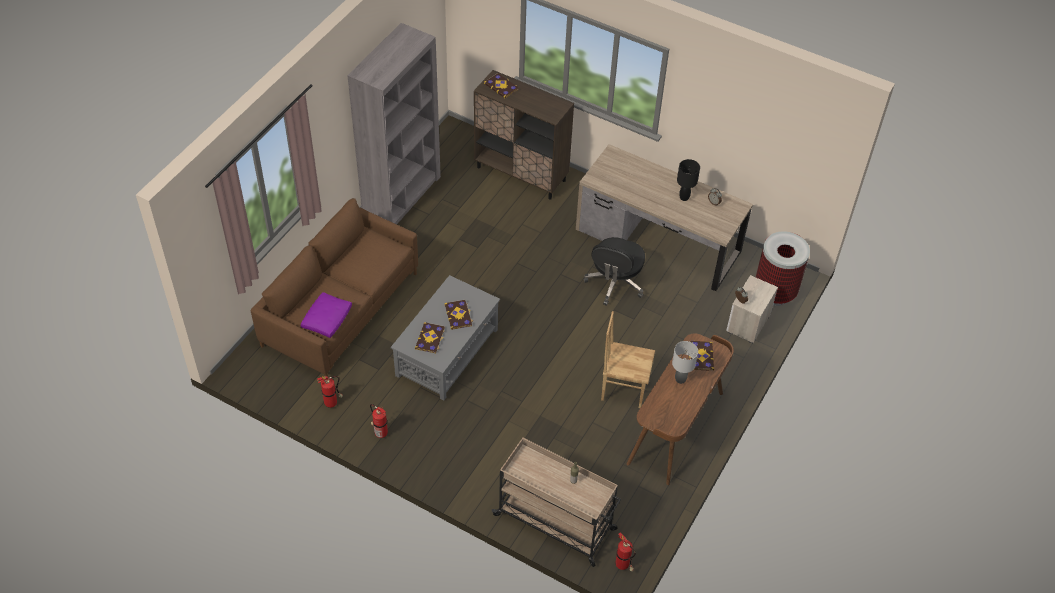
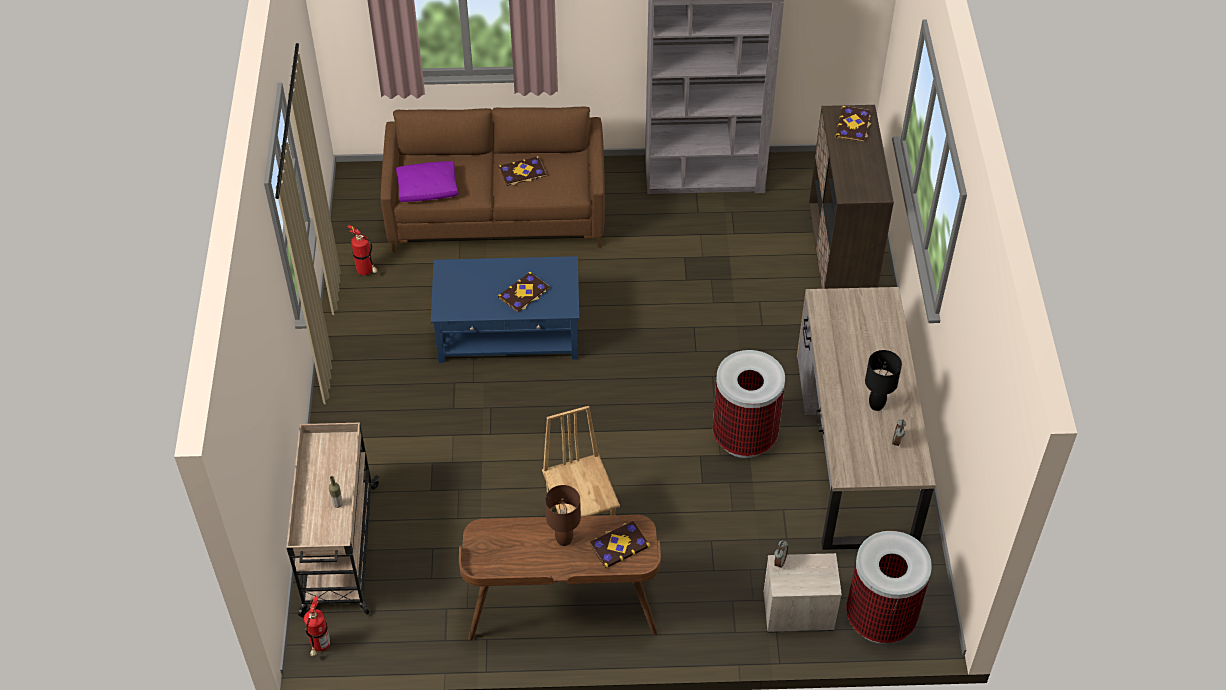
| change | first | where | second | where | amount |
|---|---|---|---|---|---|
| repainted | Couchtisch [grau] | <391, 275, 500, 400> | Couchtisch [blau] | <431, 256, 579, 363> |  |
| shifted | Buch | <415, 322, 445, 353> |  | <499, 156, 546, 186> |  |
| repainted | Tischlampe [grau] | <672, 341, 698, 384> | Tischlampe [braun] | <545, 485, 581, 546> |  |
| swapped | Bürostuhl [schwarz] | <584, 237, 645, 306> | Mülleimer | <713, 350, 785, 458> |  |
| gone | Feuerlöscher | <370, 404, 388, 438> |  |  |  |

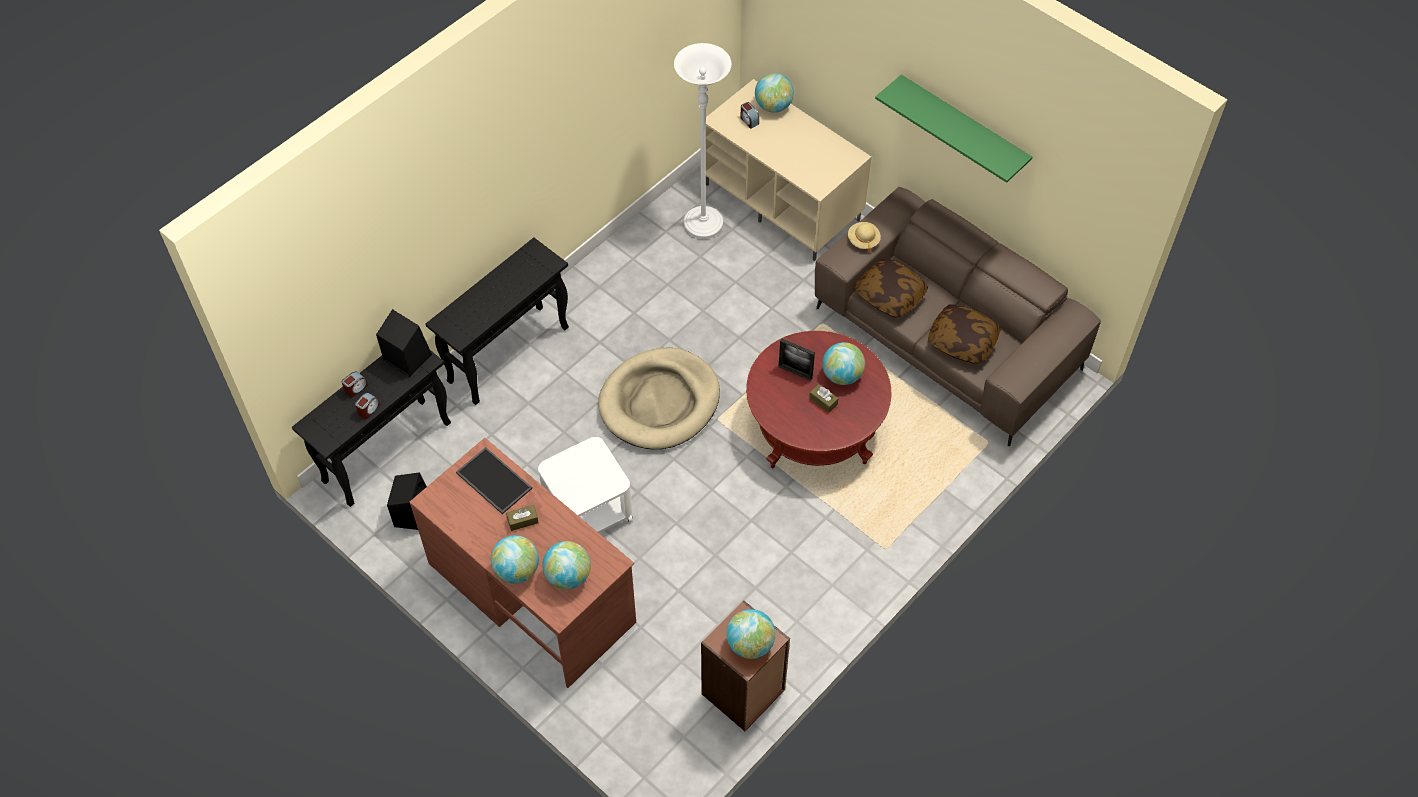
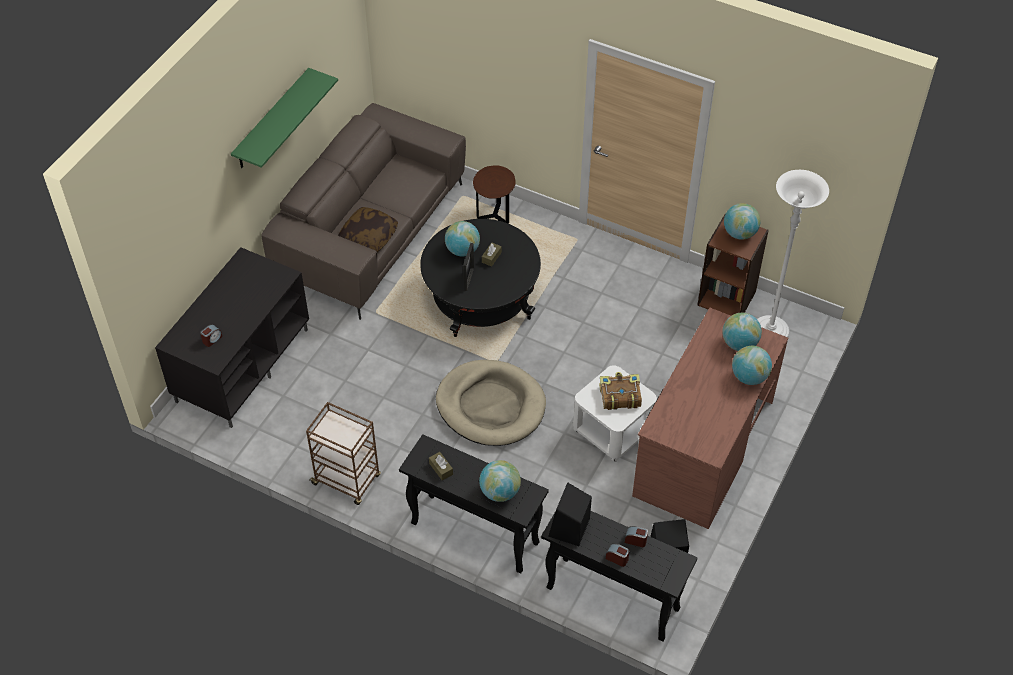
| change | first | where | second | where | amount |
|---|---|---|---|---|---|
| repainted | Fernsehschrank [beige] | <706, 79, 871, 261> | Fernsehschrank [schwarz] | <155, 247, 309, 428> |  |
| new |  |  | Rollwagen [braun] | <306, 402, 381, 505> |  |
| repainted | Couchtisch [rot] | <746, 331, 891, 468> | Couchtisch [schwarz] | <420, 219, 541, 337> |  |
| shifted | Taschentuchbox [braun] | <506, 505, 539, 531> |  | <429, 452, 453, 481> |  |
| new |  |  | Beistelltisch [braun] | <473, 165, 516, 223> |  |
| shifted | Globus | <755, 73, 794, 113> |  | <479, 460, 521, 502> |  |
| new |  |  | Buch | <599, 372, 642, 410> |  |
| shifted | Stehlampe [weiß] | <674, 43, 731, 239> |  | <757, 170, 829, 337> |  |
| gone | Tablett | <456, 447, 532, 514> |  |  |  |
| gone | Hut [beige] | <848, 222, 881, 253> |  |  |  |
| gone | Kissen | <928, 304, 1000, 364> |  |  |  |

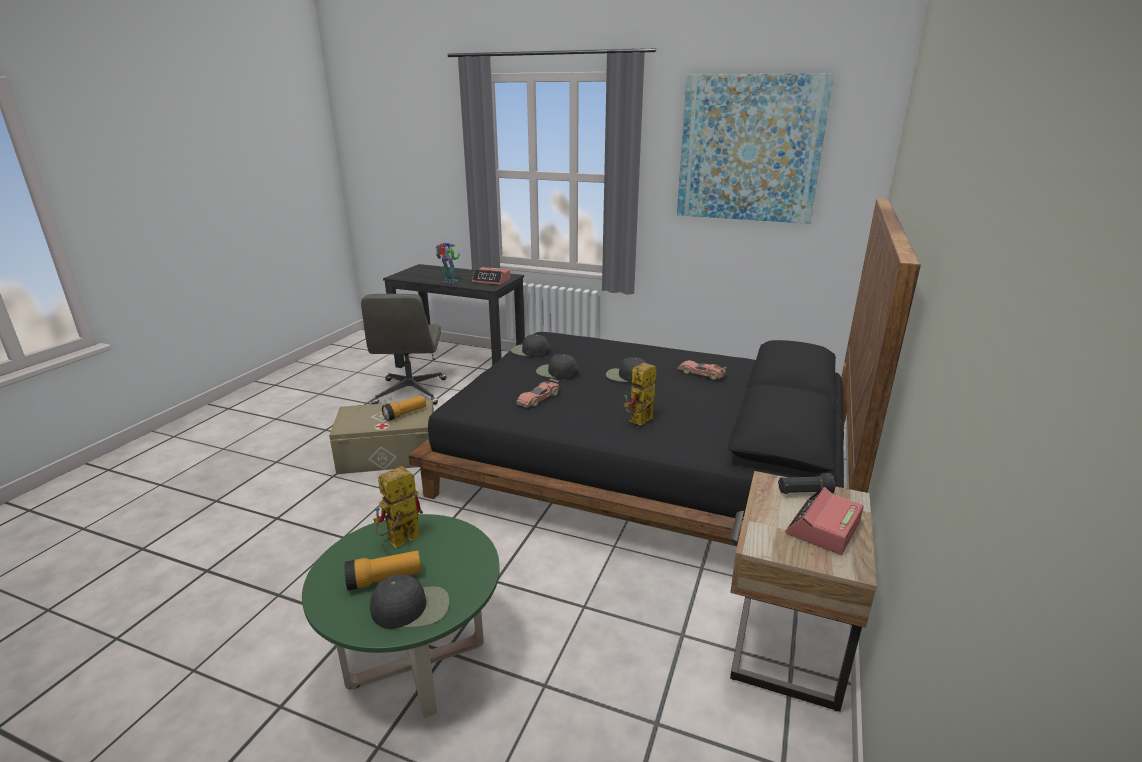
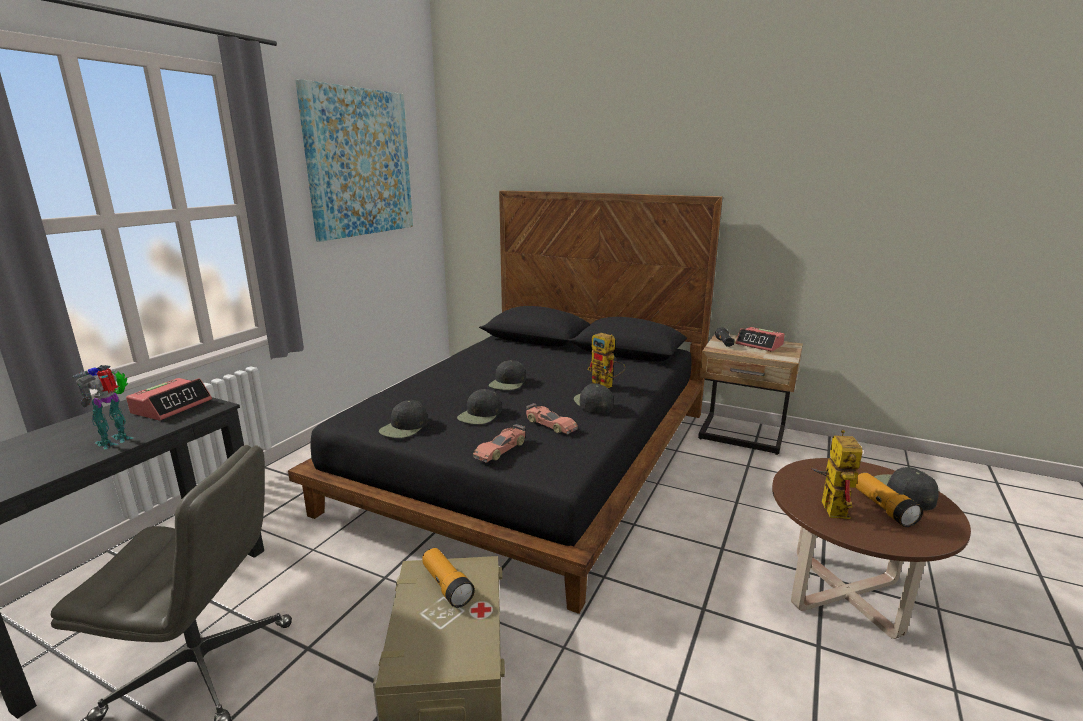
| change | first | where | second | where | amount |
|---|---|---|---|---|---|
| shifted | Spielzeugauto | <678, 360, 727, 380> |  | <473, 424, 525, 463> |  |
| new |  |  | Kappe [schwarz] | <574, 383, 613, 414> |  |
| repainted | Couchtisch [grün] | <302, 514, 500, 719> | Couchtisch [braun] | <772, 458, 971, 639> |  |
| rotated | Spielzeugroboter | <373, 466, 423, 548> |  | <810, 430, 862, 519> | 135 degrees counterclockwise |

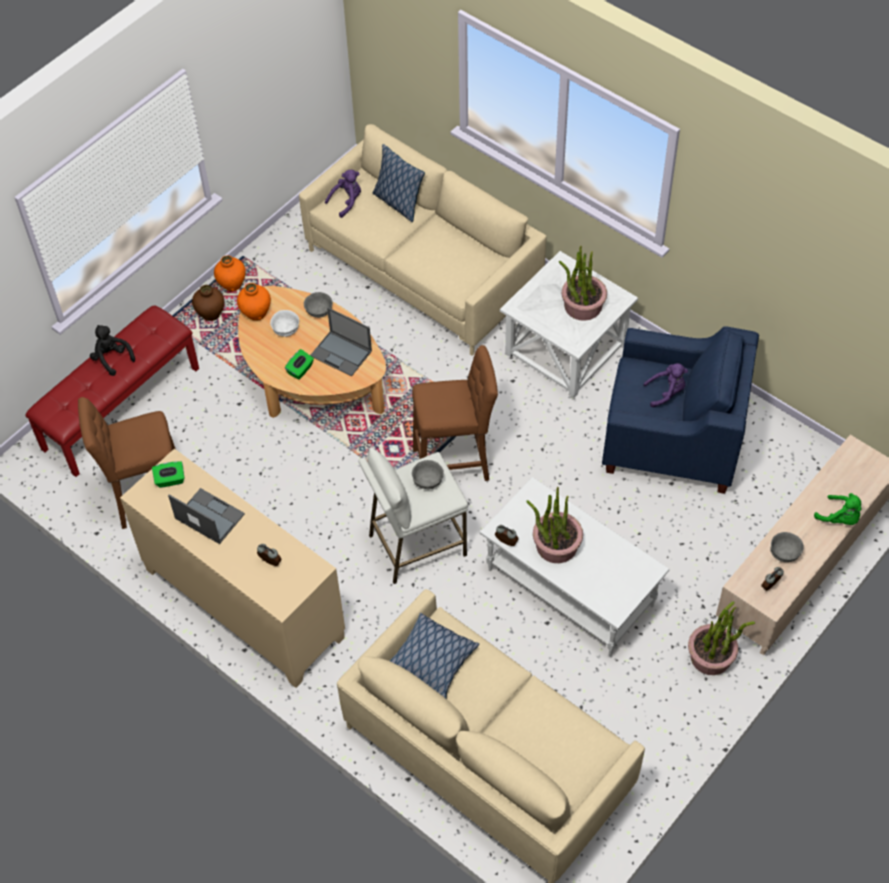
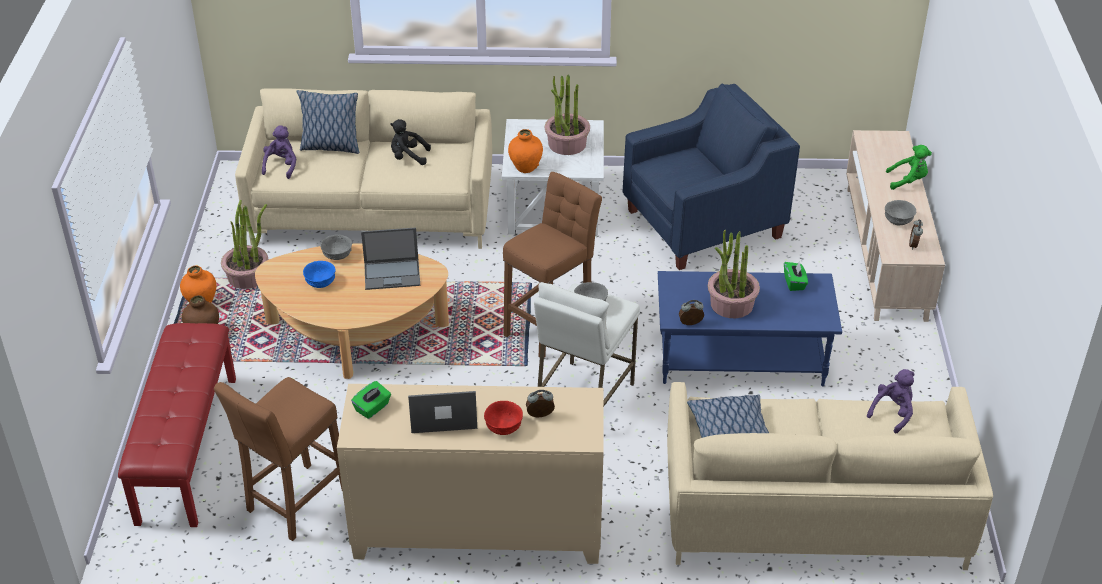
| change | first | where | second | where | amount |
|---|---|---|---|---|---|
| shifted | Topfpflanze | <688, 601, 755, 675> |  | <221, 200, 268, 289> |  |
| repainted | Schüssel [weiß] | <270, 310, 299, 337> | Schüssel [blau] | <303, 261, 336, 288> |  |
| shifted | Plüschtier [schwarz] | <90, 325, 135, 376> |  | <390, 119, 431, 165> |  |
| new |  |  | Schüssel [rot] | <484, 401, 523, 435> |  |
| shifted | Vase [orange] | <237, 283, 271, 321> |  | <508, 129, 543, 173> |  |
| repainted | Couchtisch [weiß] | <480, 477, 669, 656> | Couchtisch [blau] | <658, 271, 842, 387> |  |
| shifted | Taschentuchbox [grün] | <285, 349, 314, 380> |  | <784, 262, 808, 291> |  |
| shifted | Plüschtier [lila] | <644, 363, 688, 407> |  | <867, 369, 914, 434> |  |

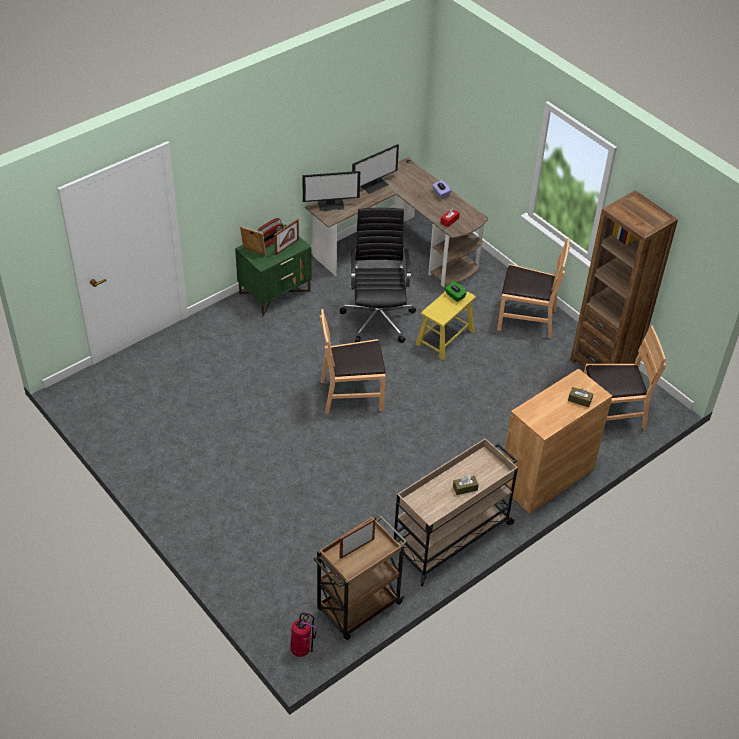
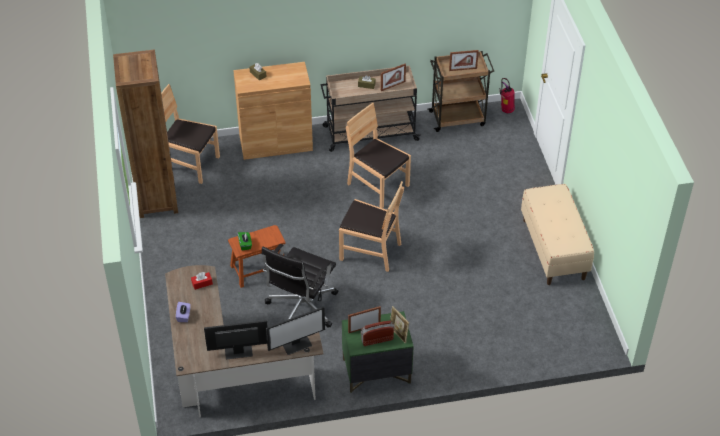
| change | first | where | second | where | amount |
|---|---|---|---|---|---|
| repainted | Hocker [gelb] | <416, 291, 476, 360> | Hocker [braun] | <228, 225, 286, 288> |  |
| rotated | Monitor | <302, 171, 360, 211> |  | <266, 307, 325, 355> | 135 degrees clockwise |
| shifted | Stuhl [braun] | <497, 238, 570, 338> |  | <346, 103, 411, 208> |  |
| new |  |  | Bilderrahmen | <381, 64, 406, 91> |  |
| new |  |  | Bank [beige] | <521, 184, 594, 285> |  |

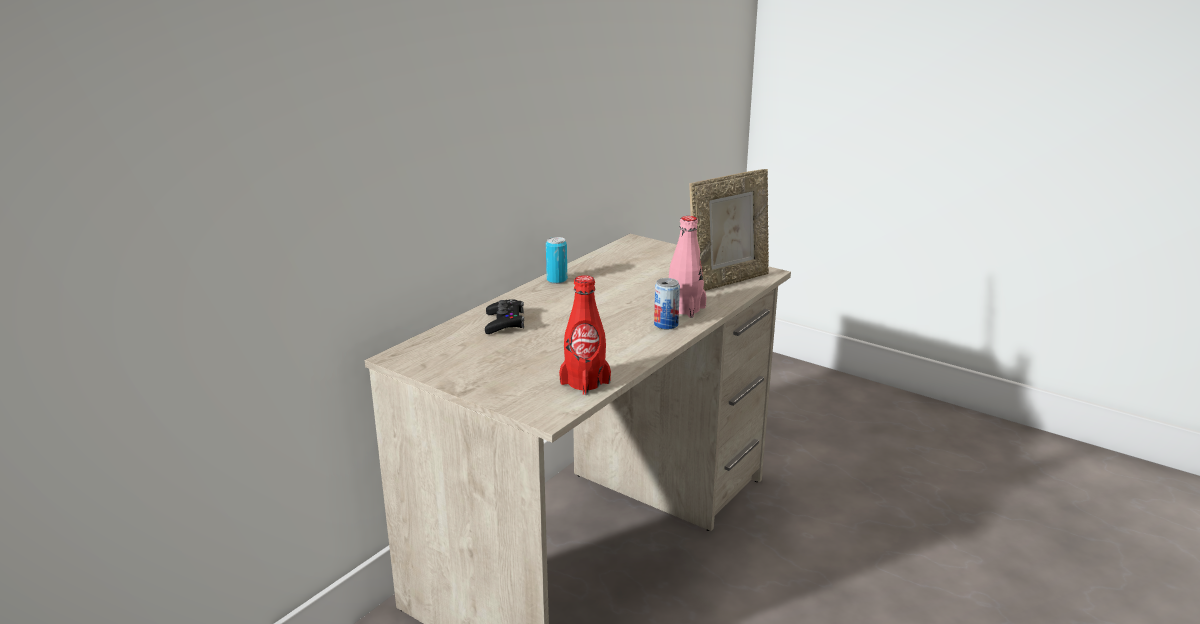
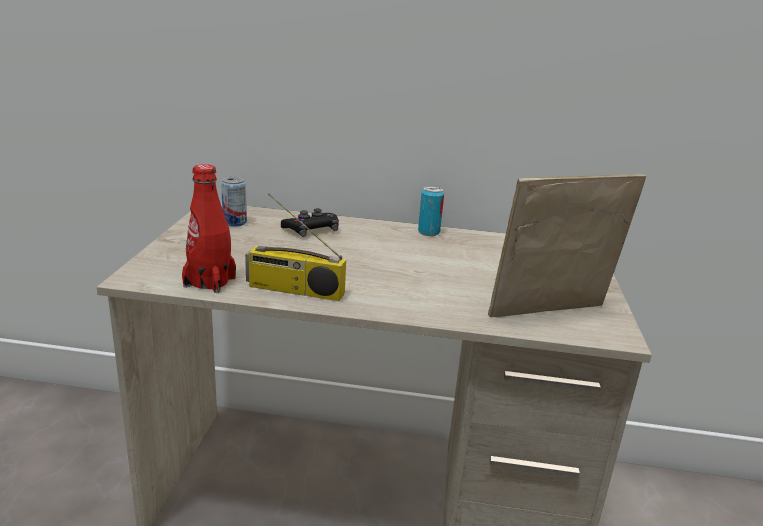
| change | first | where | second | where | amount |
|---|---|---|---|---|---|
| shifted | Dose | <654, 278, 680, 330> |  | <221, 177, 247, 227> |  |
| new |  |  | Radio | <245, 193, 346, 301> |  |
| rotated | Bilderrahmen | <690, 169, 769, 291> |  | <488, 174, 646, 317> | 135 degrees clockwise |
| gone | Flasche [rosa] | <669, 216, 707, 318> |  |  |  |

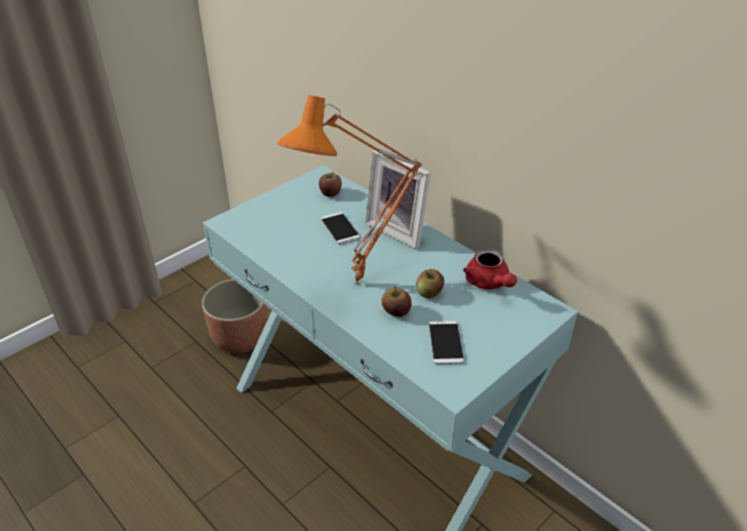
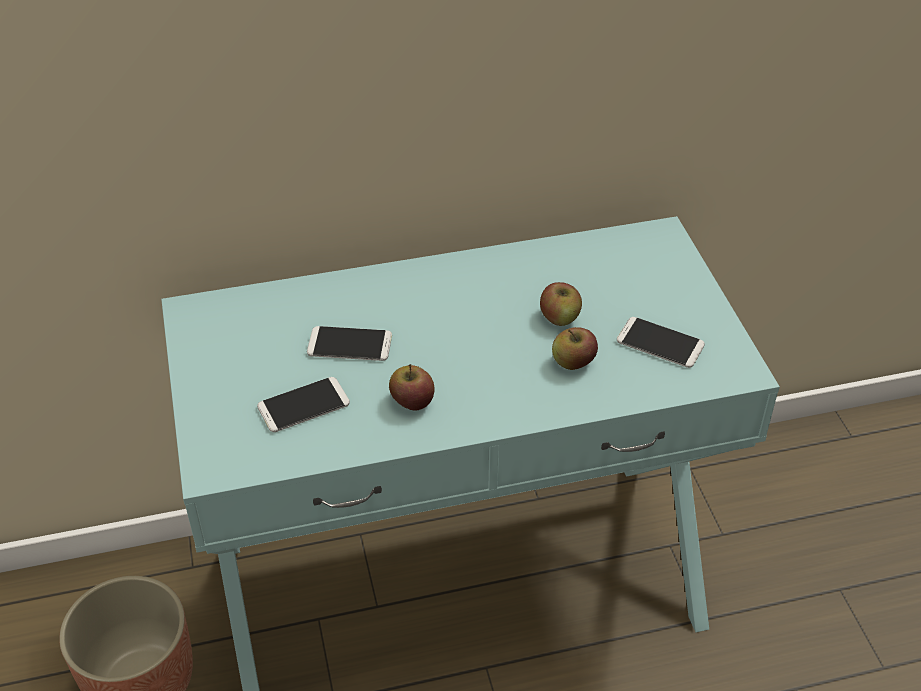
| change | first | where | second | where | amount |
|---|---|---|---|---|---|
| new |  |  | Handy | <257, 377, 350, 432> |  |
| shifted | Apfel | <319, 172, 342, 197> |  | <389, 364, 435, 410> |  |
| gone | Tischlampe [orange] | <277, 95, 422, 285> |  |  |  |
| gone | Bilderrahmen | <365, 150, 431, 249> |  |  |  |
| gone | Teekanne [rot] | <463, 249, 517, 290> |  |  |  |

